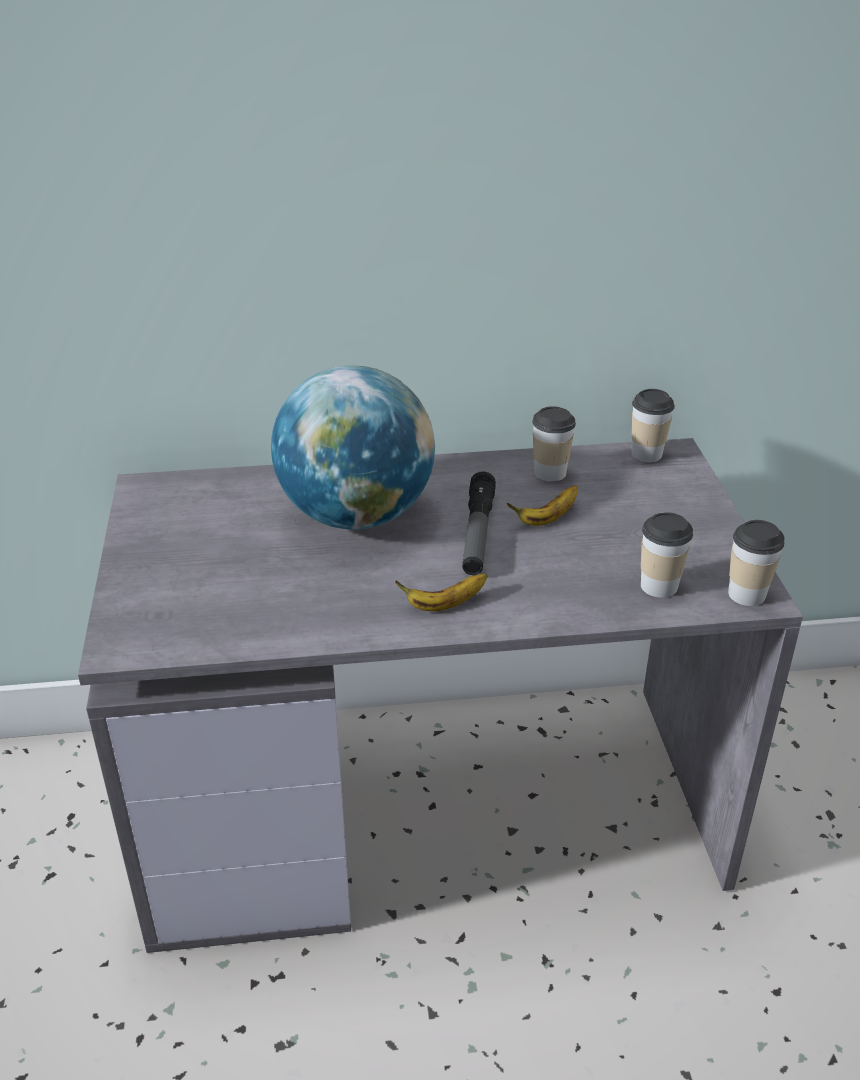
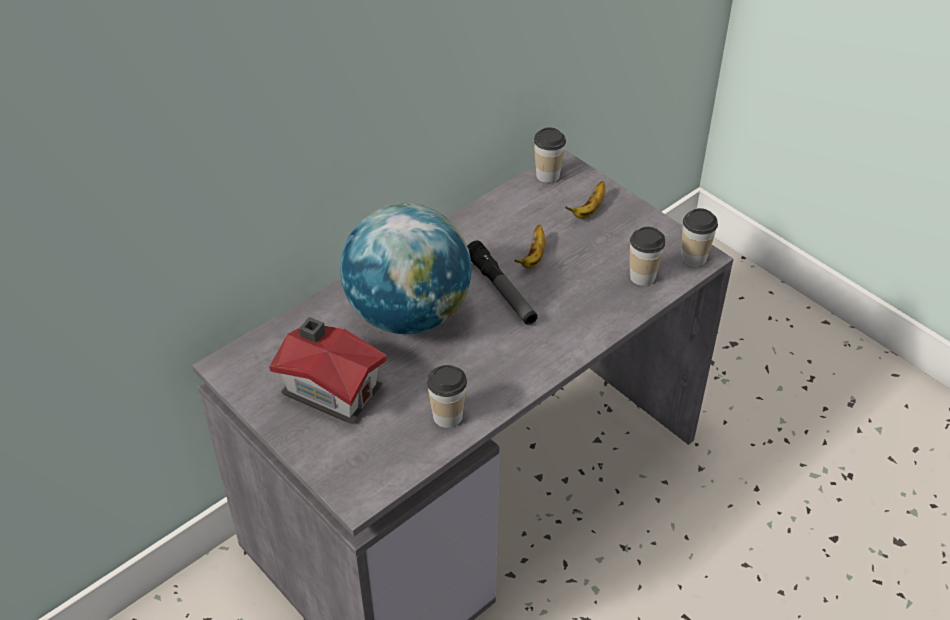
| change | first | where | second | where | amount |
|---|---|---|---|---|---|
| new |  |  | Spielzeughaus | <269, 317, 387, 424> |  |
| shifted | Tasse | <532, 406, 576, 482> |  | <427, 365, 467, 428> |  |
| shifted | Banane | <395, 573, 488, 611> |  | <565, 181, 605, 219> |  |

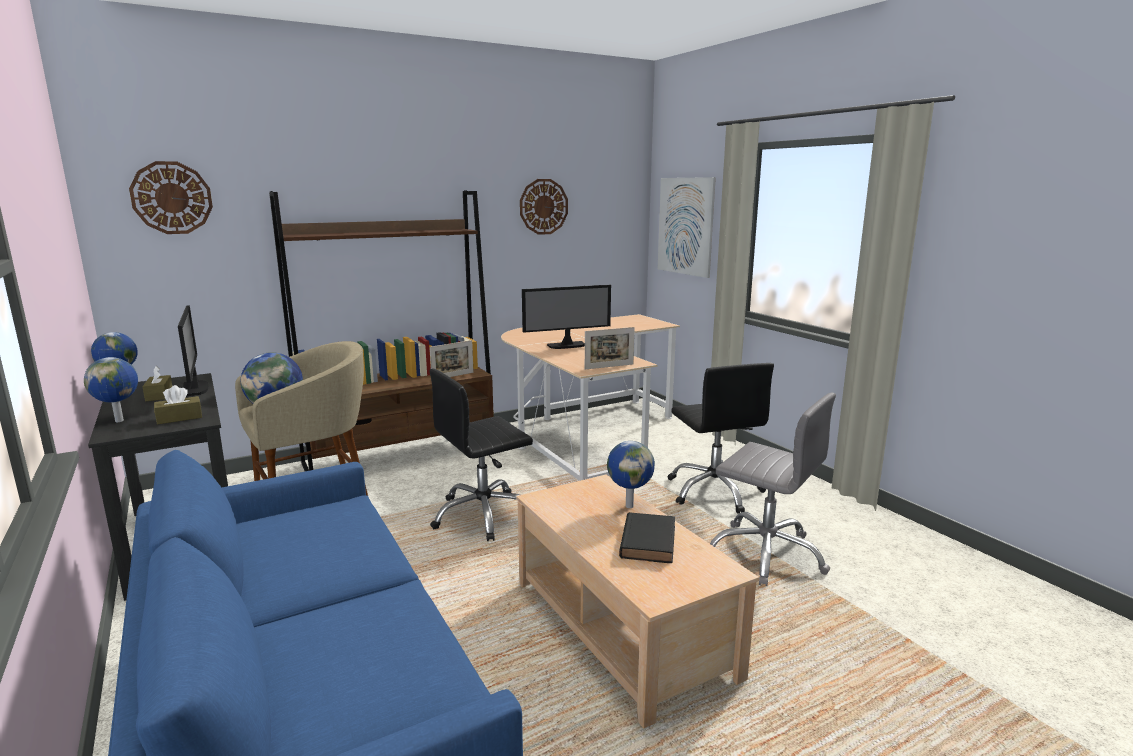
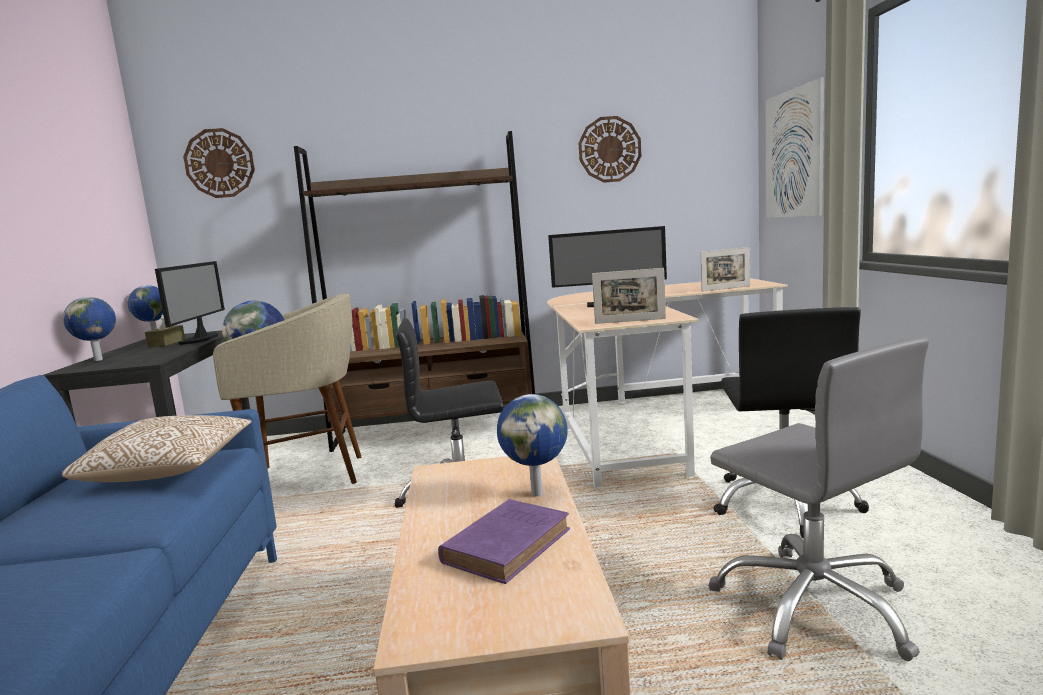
| change | first | where | second | where | amount |
|---|---|---|---|---|---|
| new |  |  | Kissen | <62, 415, 252, 482> |  |
| repainted | Buch [schwarz] | <619, 512, 675, 563> | Buch [lila] | <438, 499, 570, 584> |  |
| shifted | Bilderrahmen | <430, 340, 474, 377> |  | <700, 247, 750, 292> |  |
| gone | Taschentuchbox [braun] | <154, 385, 202, 425> |  |  |  |

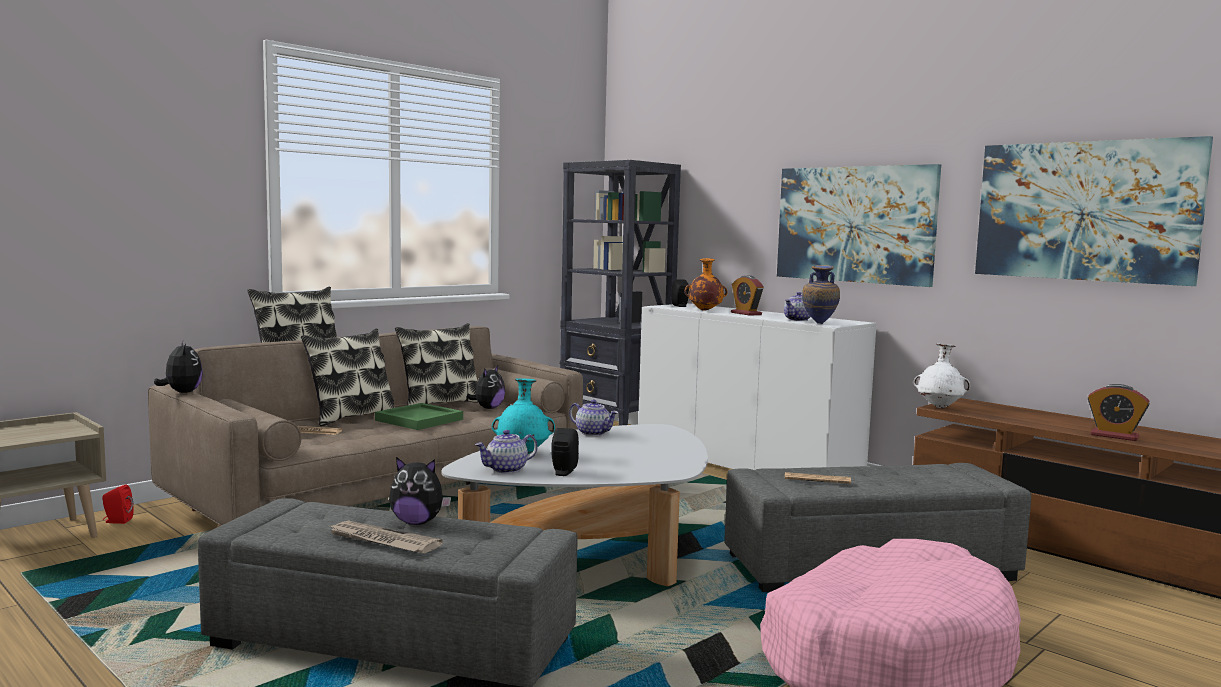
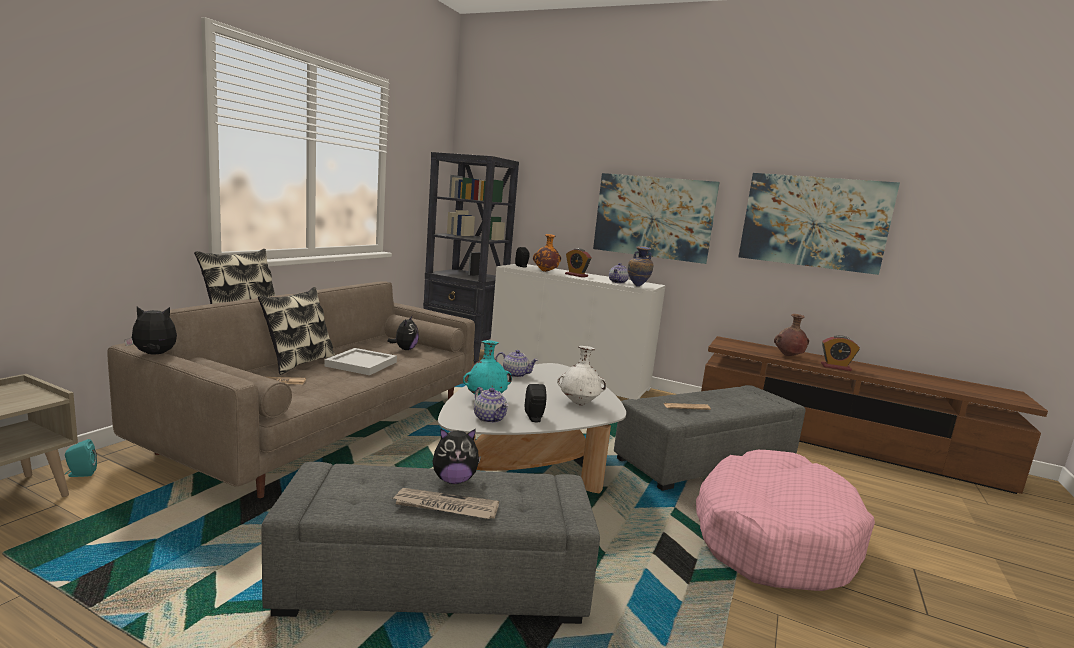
| change | first | where | second | where | amount |
|---|---|---|---|---|---|
| repainted | Lautsprecher [rot] | <102, 484, 134, 524> | Lautsprecher [türkis] | <65, 439, 97, 477> |  |
| rotated | Plüschtier | <154, 341, 203, 393> |  | <125, 307, 177, 354> | 60 degrees counterclockwise |
| repainted | Tablett [grün] | <375, 403, 463, 430> | Tablett [weiß] | <325, 348, 397, 375> |  |
| rotated | Teekanne | <475, 430, 538, 474> |  | <474, 387, 508, 423> | 75 degrees counterclockwise |
| shifted | Vase [weiß] | <913, 343, 970, 408> |  | <557, 346, 606, 406> |  |
| new |  |  | Vase [braun] | <774, 314, 809, 356> |  |
| gone | Kissen | <395, 323, 478, 406> |  |  |  |

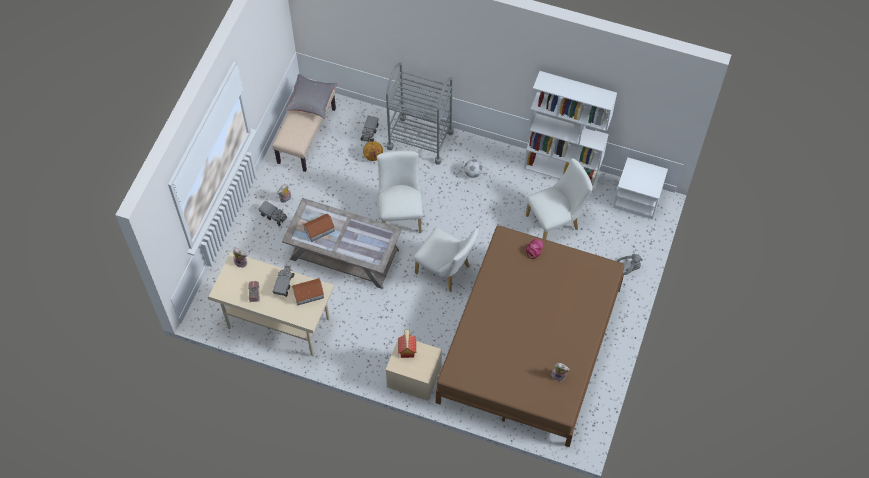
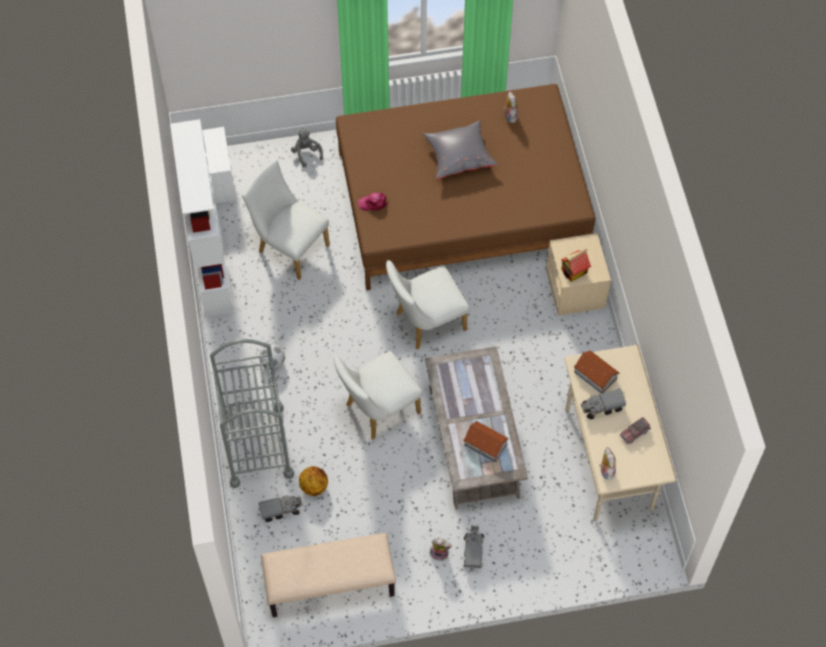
| change | first | where | second | where | amount |
|---|---|---|---|---|---|
| rotated | Stuhl [weiß] | <414, 227, 478, 292> |  | <386, 260, 469, 350> | 120 degrees counterclockwise |
| shifted | Kissen [grau] | <285, 74, 337, 119> |  | <423, 121, 498, 179> |  |

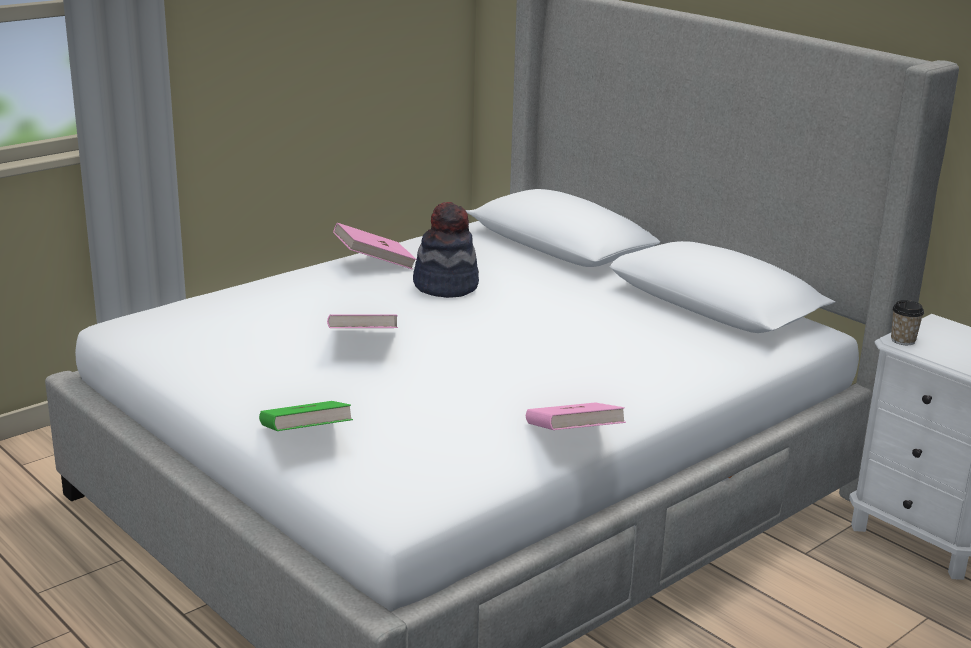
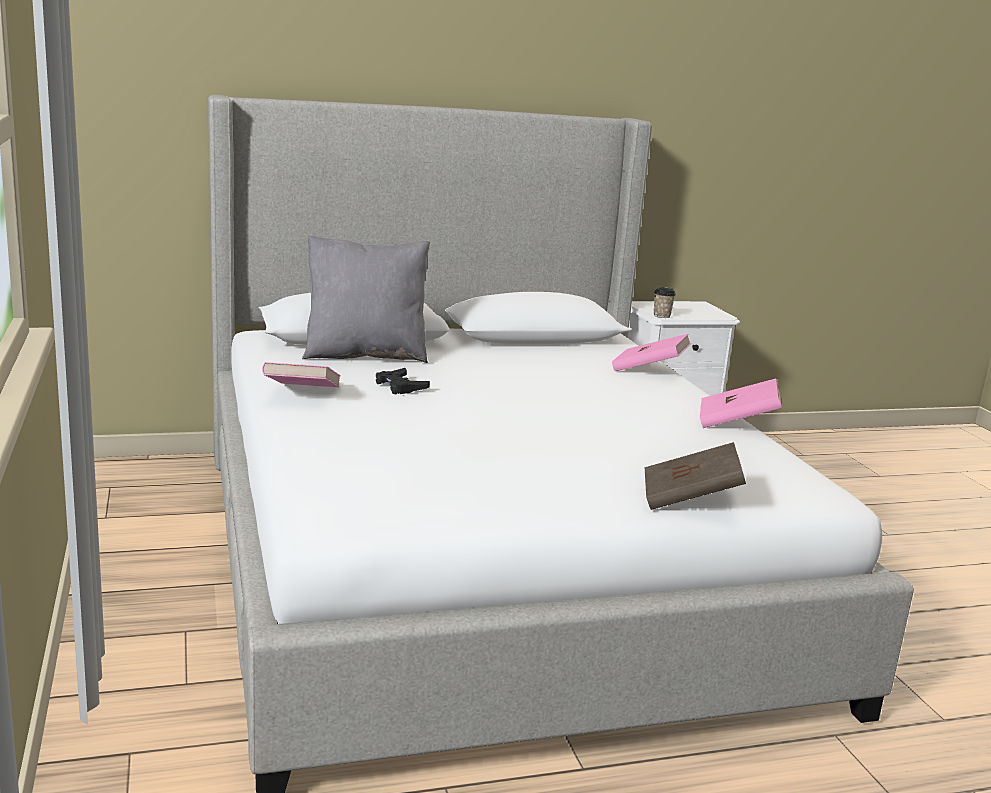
| change | first | where | second | where | amount |
|---|---|---|---|---|---|
| new |  |  | Kissen [grau] | <302, 235, 430, 363> |  |
| swapped | Hut | <413, 202, 479, 298> | Gamepad [schwarz] | <376, 368, 430, 394> |  |
| shifted | Buch [rosa] | <327, 314, 398, 328> |  | <612, 334, 691, 371> |  |
| repainted | Buch [grün] | <259, 401, 353, 431> | Buch [braun] | <645, 442, 746, 510> |  |

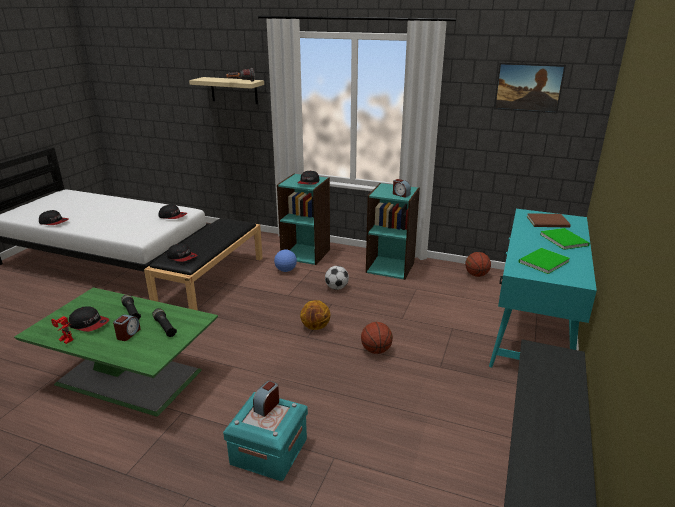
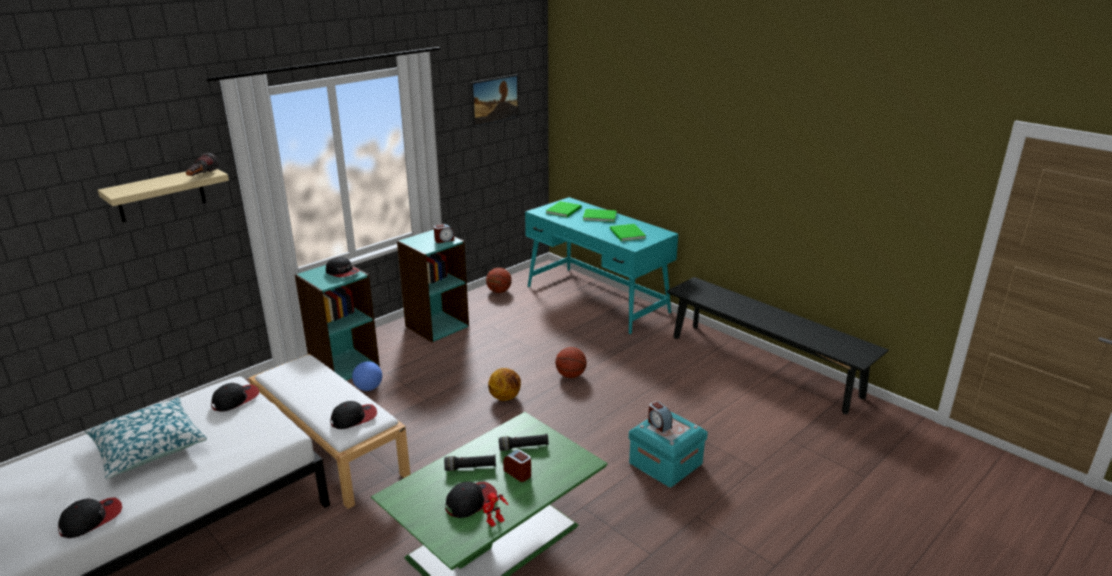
| change | first | where | second | where | amount |
|---|---|---|---|---|---|
| new |  |  | Kissen | <85, 397, 207, 479> |  |
| repainted | Bank [schwarz] | <144, 218, 263, 311> | Bank [weiß] | <249, 354, 411, 509> |  |
| repainted | Buch [braun] | <527, 213, 571, 228> | Buch [grün] | <546, 201, 582, 217> |  |
| gone | Fußball | <325, 266, 349, 290> |  |  |  |

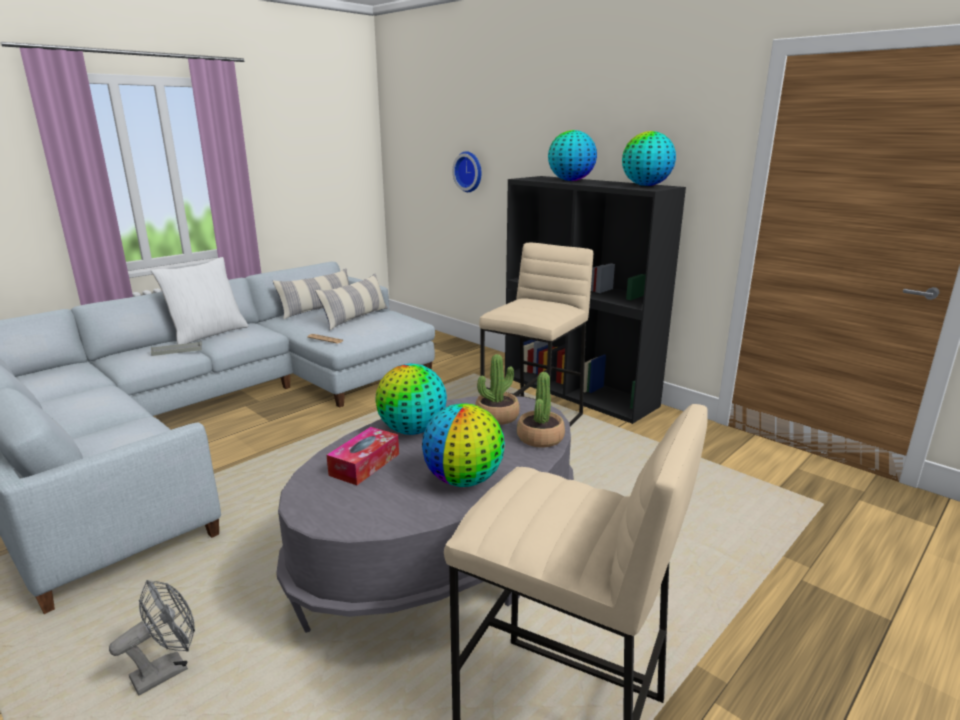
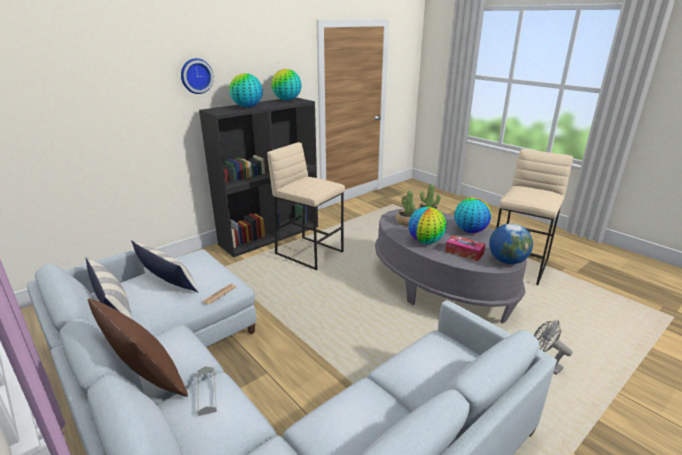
| change | first | where | second | where | amount |
|---|---|---|---|---|---|
| repainted | Kissen [weiß] | <151, 257, 248, 344> | Kissen [braun] | <88, 299, 188, 397> |  |
| shifted | Wanduhr | <452, 151, 481, 192> |  | <181, 58, 214, 94> |  |
| new |  |  | Globus | <489, 223, 533, 264> |  |

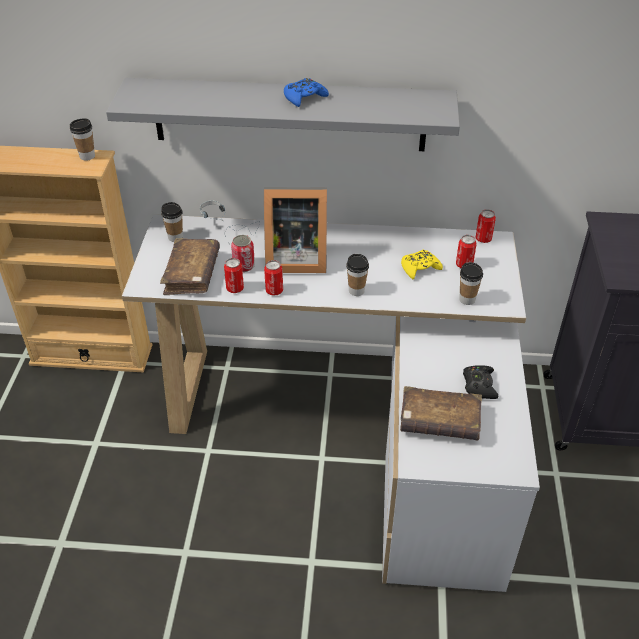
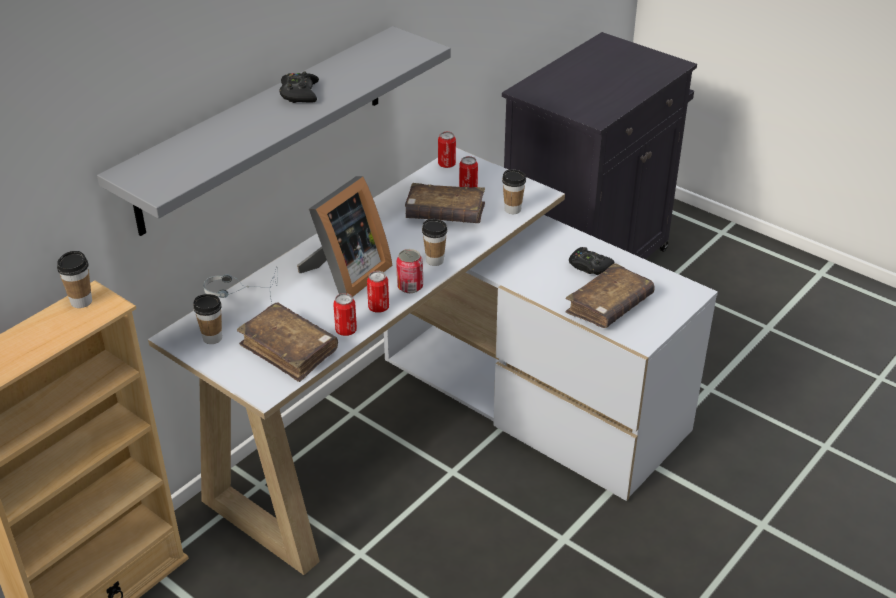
| change | first | where | second | where | amount |
|---|---|---|---|---|---|
| repainted | Gamepad [blau] | <284, 78, 329, 107> | Gamepad [schwarz] | <279, 71, 319, 103> |  |
| shifted | Dose | <231, 235, 255, 272> |  | <396, 249, 423, 293> |  |
| swapped | Gamepad [gelb] | <401, 250, 443, 279> | Buch [braun] | <405, 183, 485, 223> |  |

